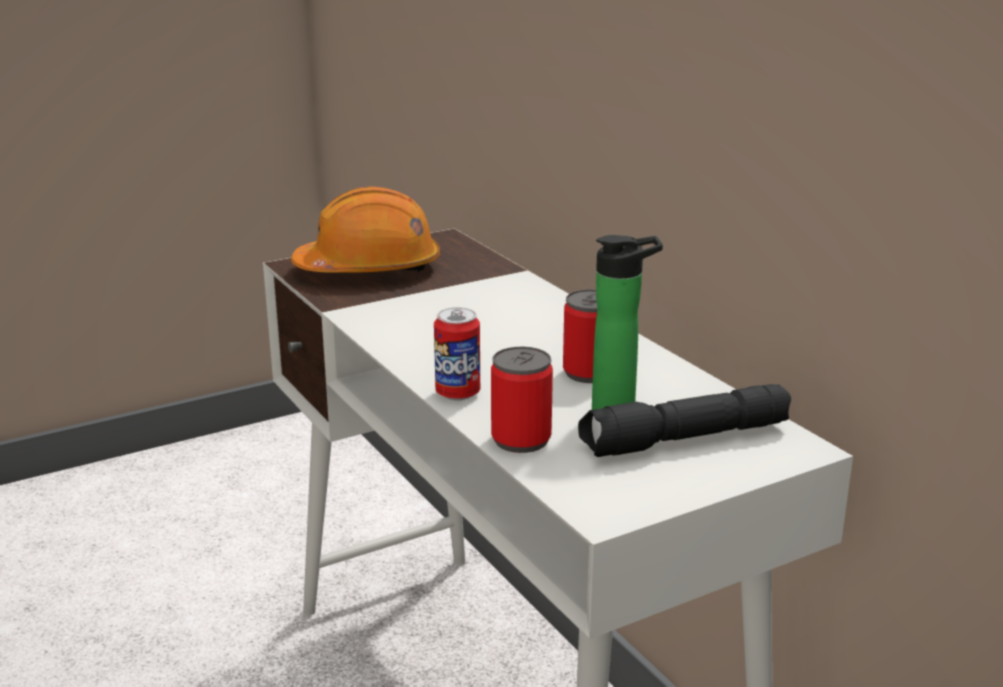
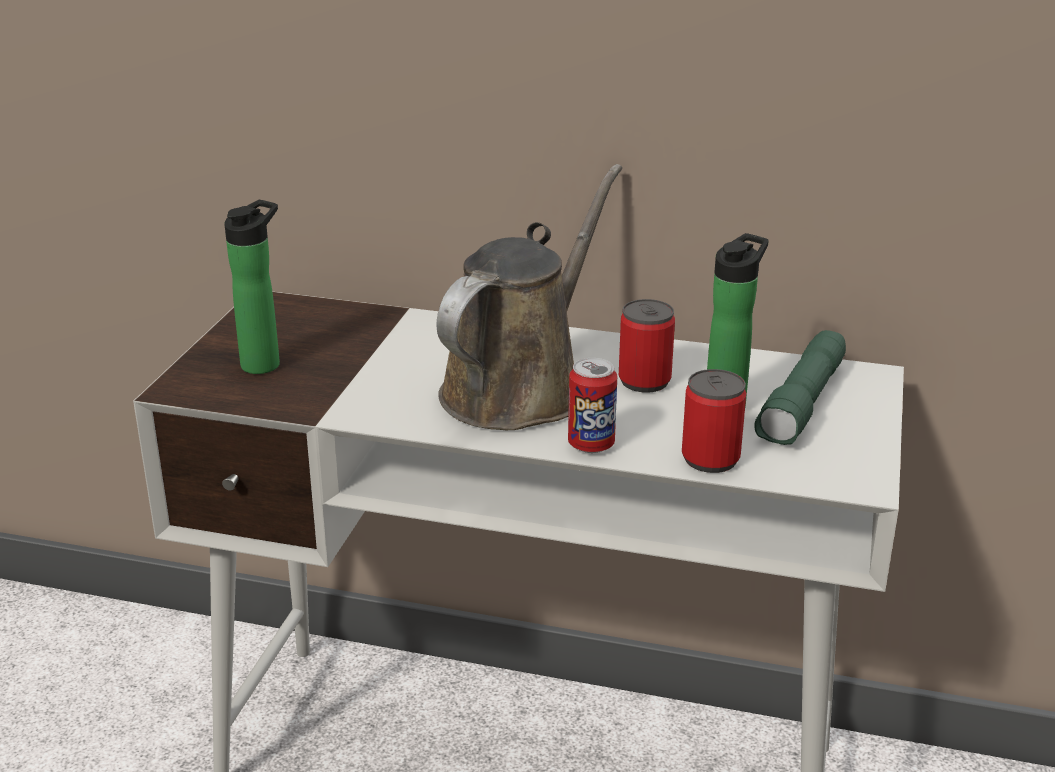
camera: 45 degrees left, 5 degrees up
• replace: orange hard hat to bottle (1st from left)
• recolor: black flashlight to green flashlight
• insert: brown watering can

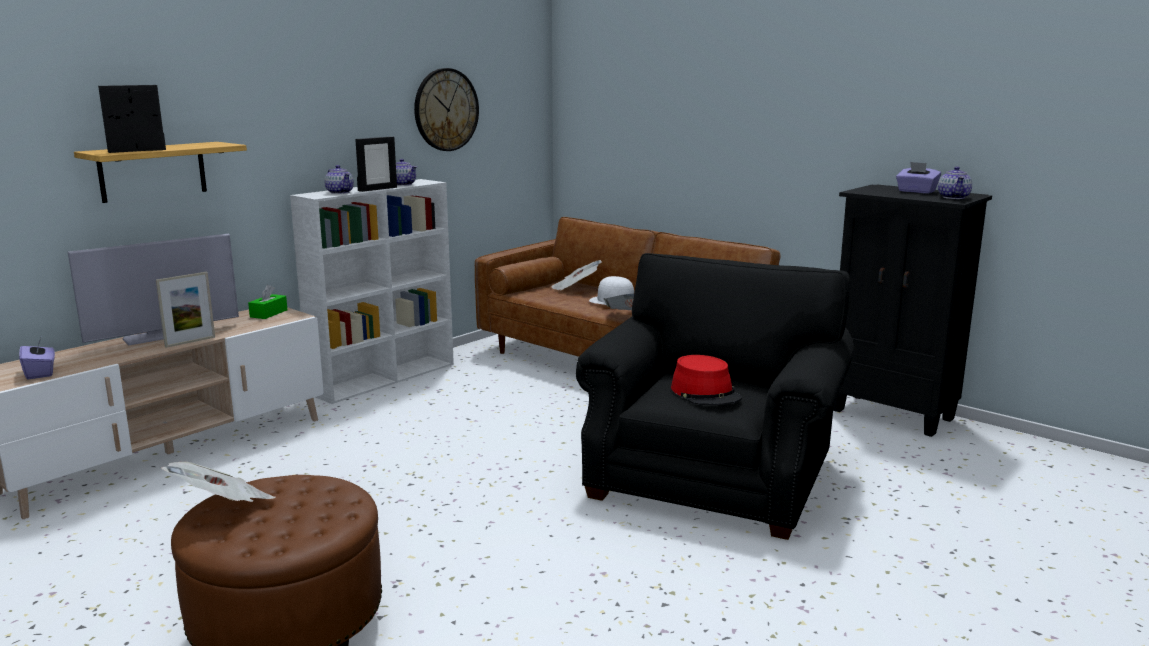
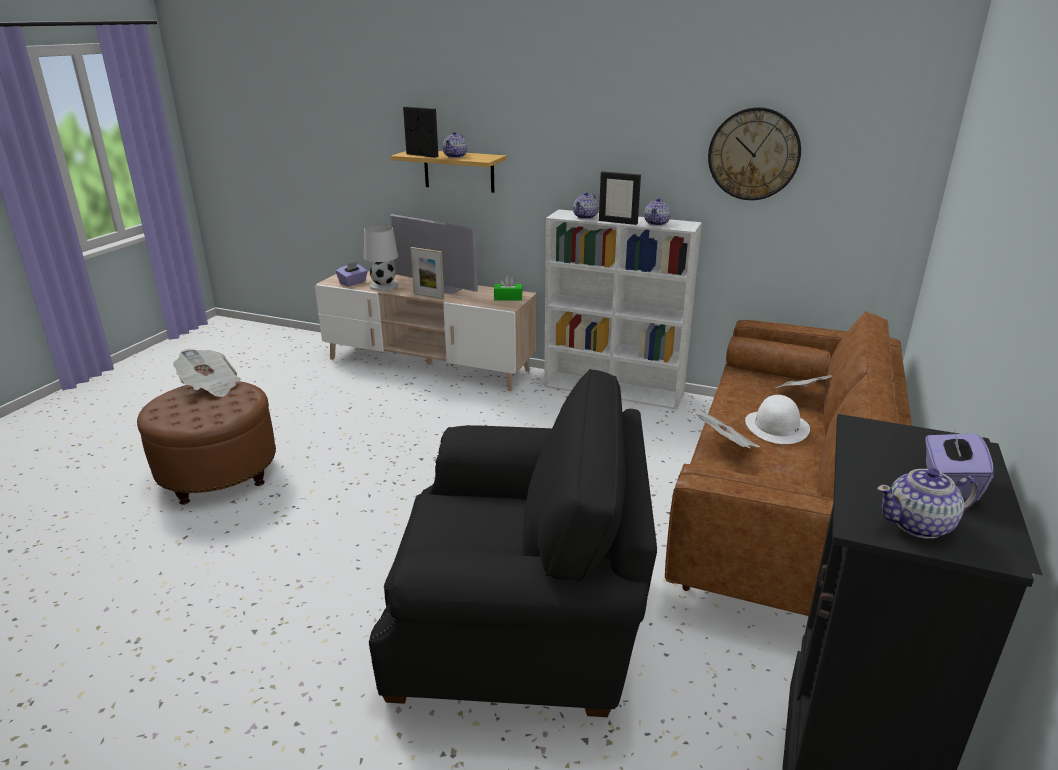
camera: 70 degrees right, 10 degrees up
• delete: red hat
• insert: white table lamp
• insert: teapot (1st from left)

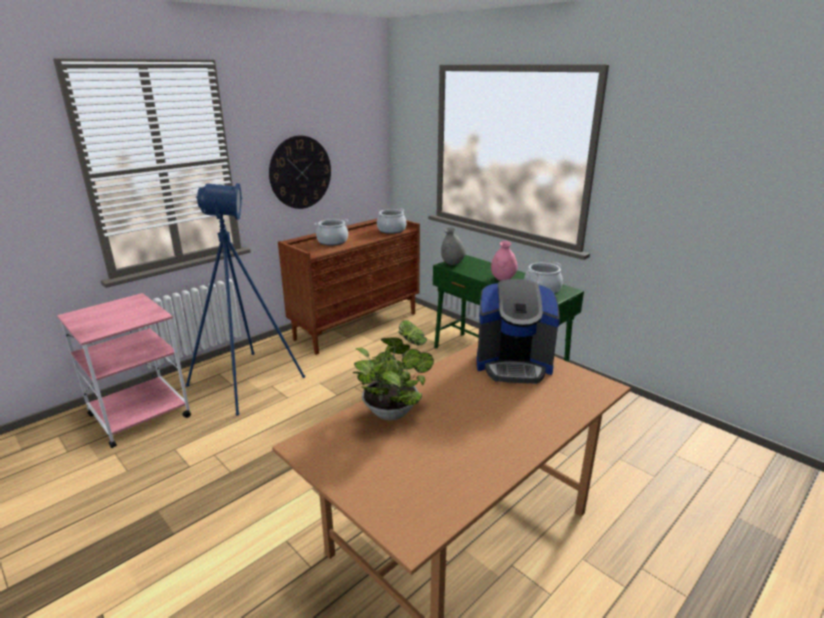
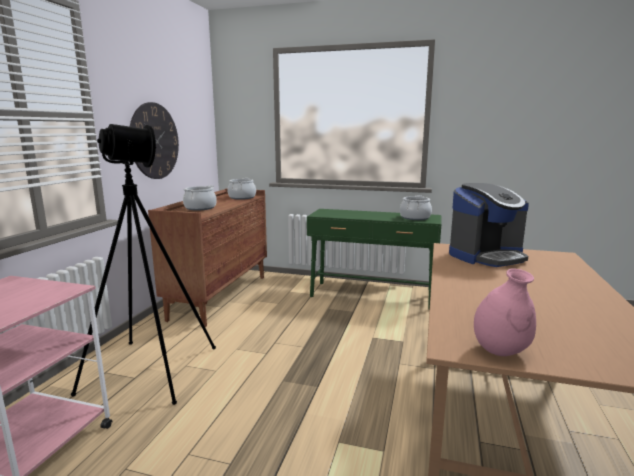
camera: 30 degrees left, 10 degrees down
• recolor: blue floor lamp to black floor lamp
• delete: potted plant
• delete: grey vase
• move: pink vase

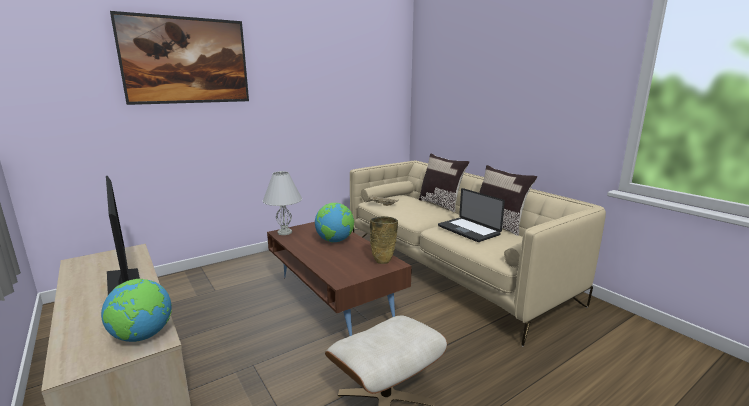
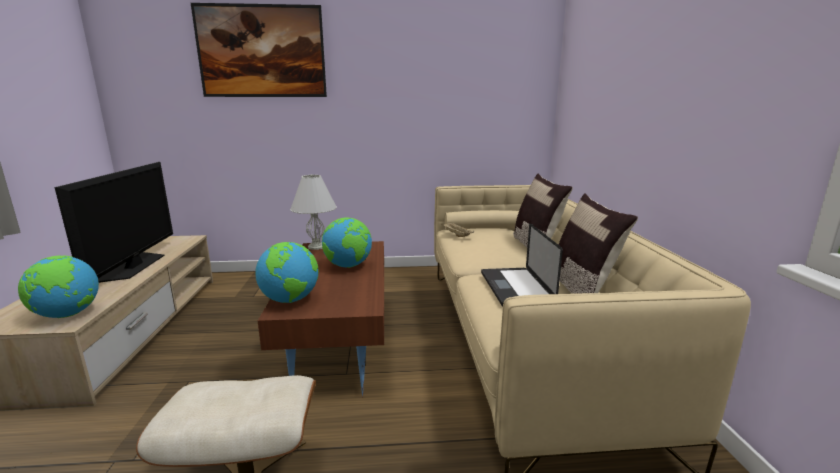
camera: 30 degrees right, 0 degrees up
• delete: beige vase
• insert: globe (2nd from left)

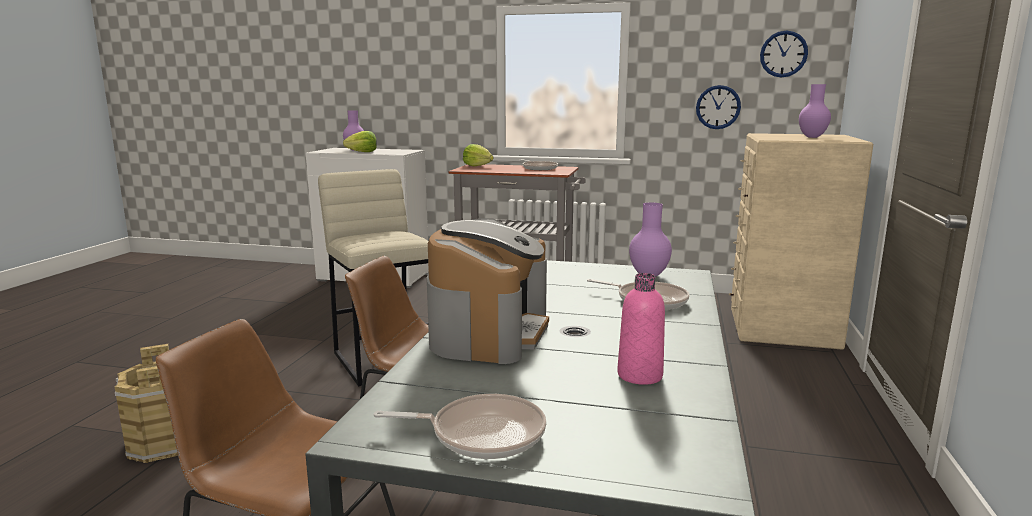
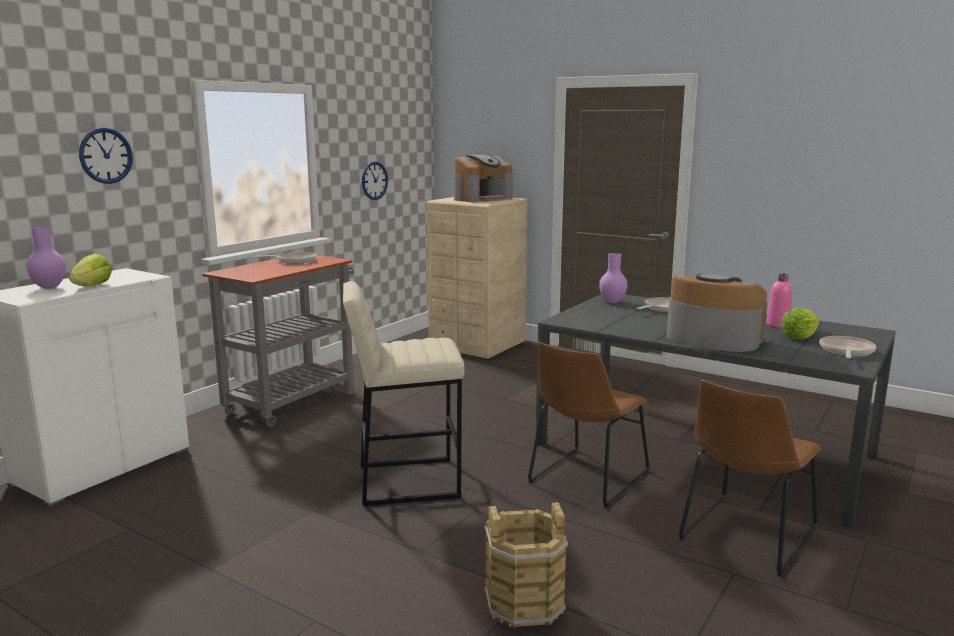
camera: 70 degrees left, 0 degrees up
• move: lettuce (2nd from left)
• move: wall clock (2nd from left in the first image) to wall clock (1st from left)
• replace: purple vase (3rd from left) to coffee machine (1st from left)

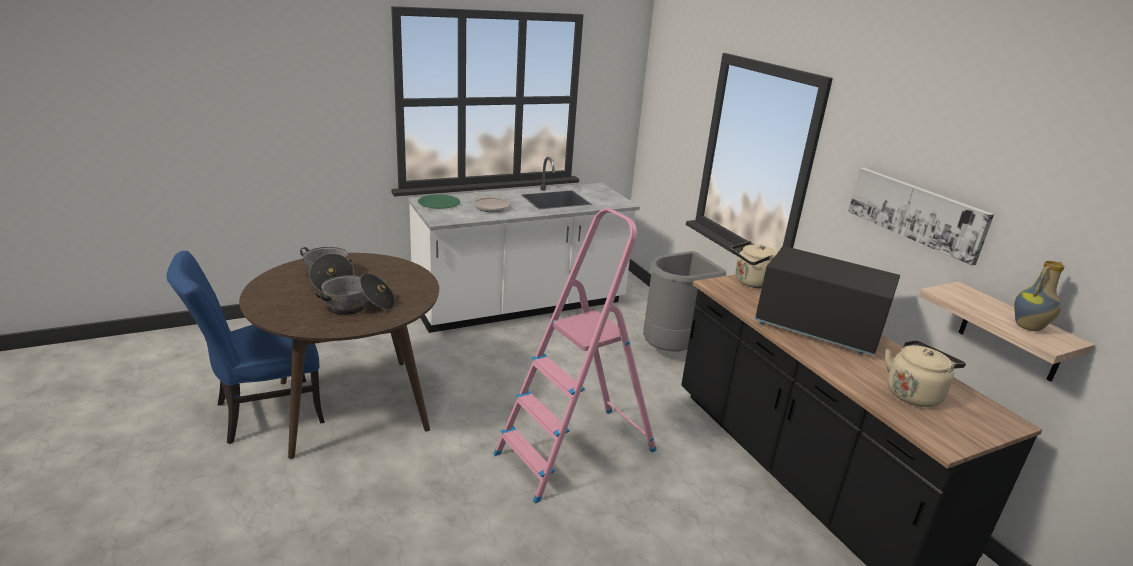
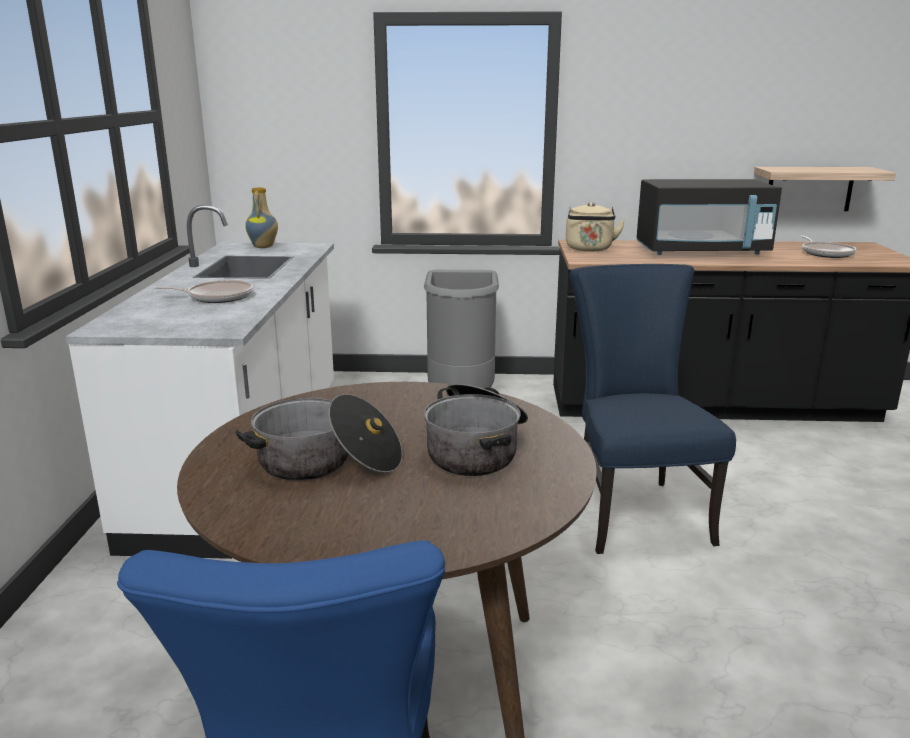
camera: 60 degrees left, 5 degrees down
• delete: green plate
• replace: pink step ladder to blue chair (2nd from left)
• rotate: black microwave 150 degrees counterclockwise
• delete: picture
• replace: beige kettle (2nd from left) to frying pan (2nd from left)
• move: vase

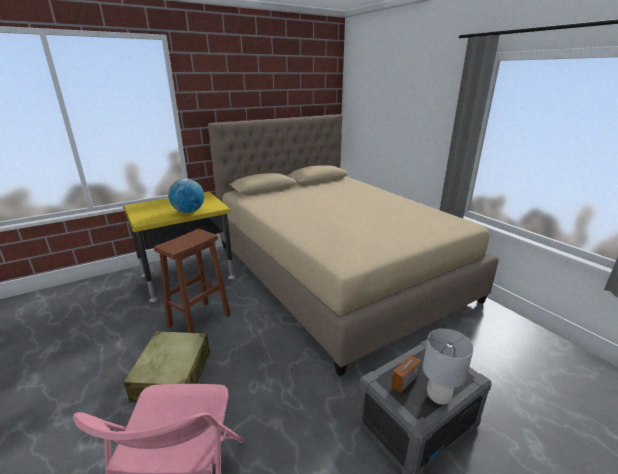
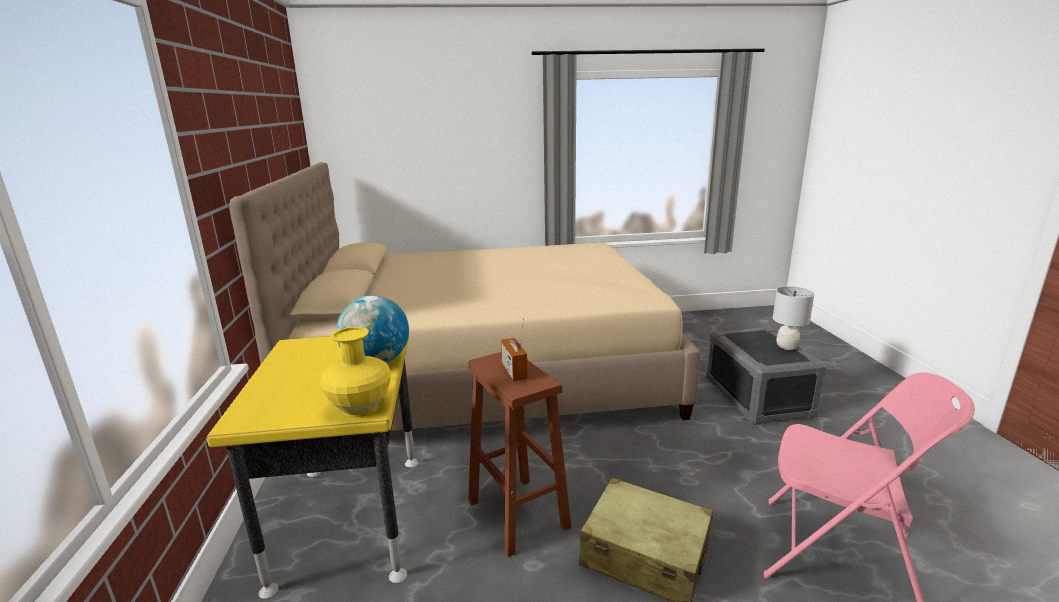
camera: 65 degrees left, 5 degrees down
• move: radio
• insert: yellow vase

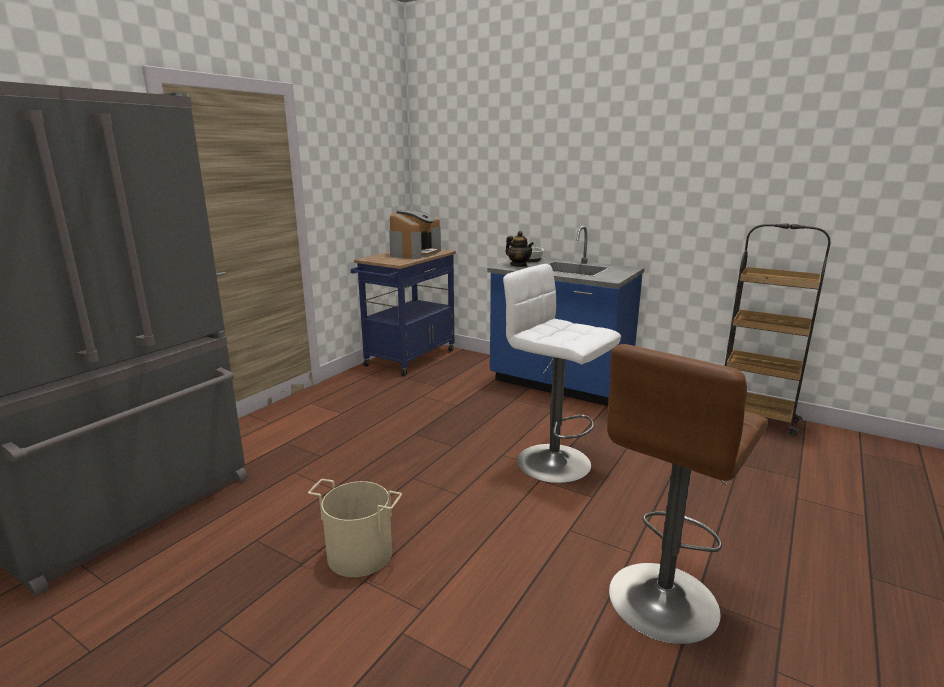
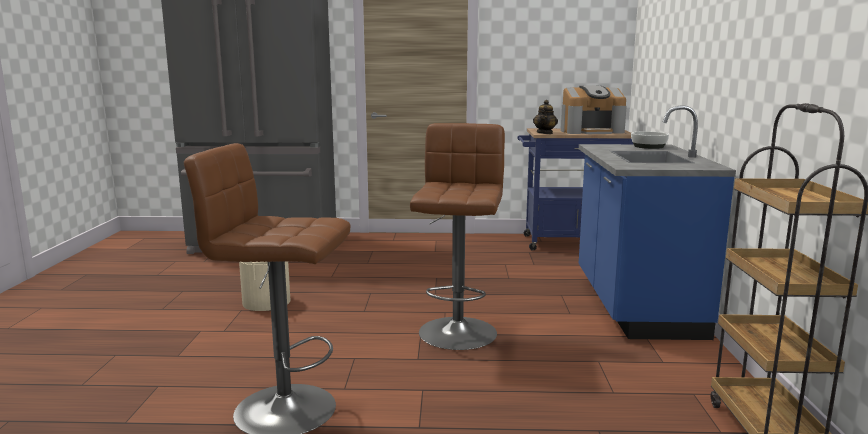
camera: 60 degrees right, 5 degrees down
• recolor: white stool to brown stool (2nd from left)
• move: teapot

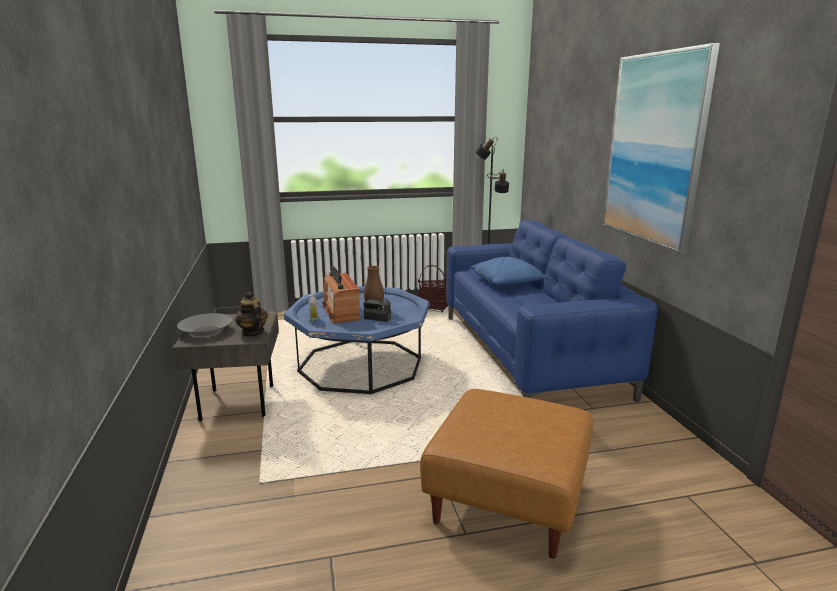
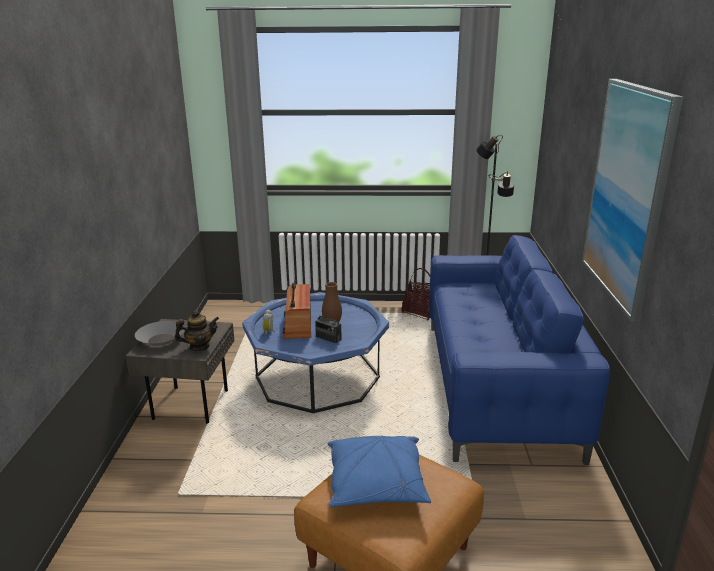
camera: 15 degrees right, 5 degrees up
• rotate: teapot 90 degrees clockwise
• move: blue pillow

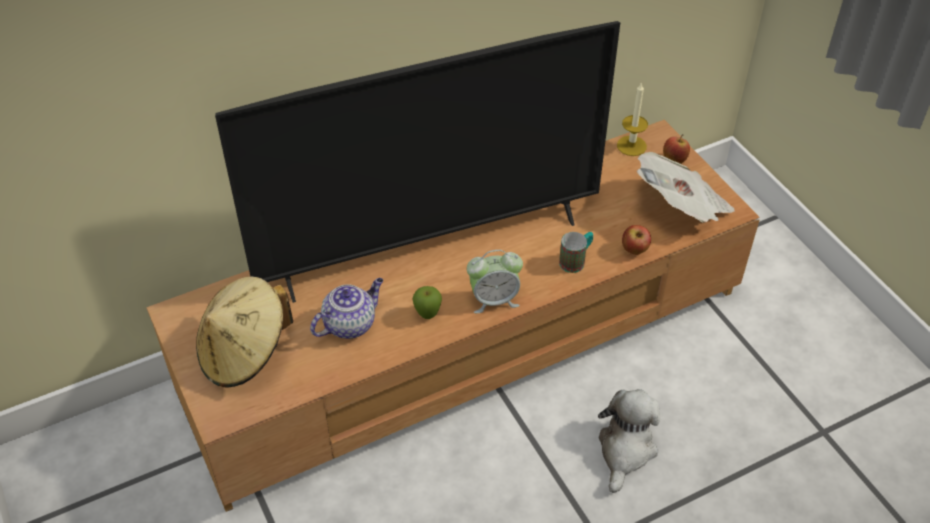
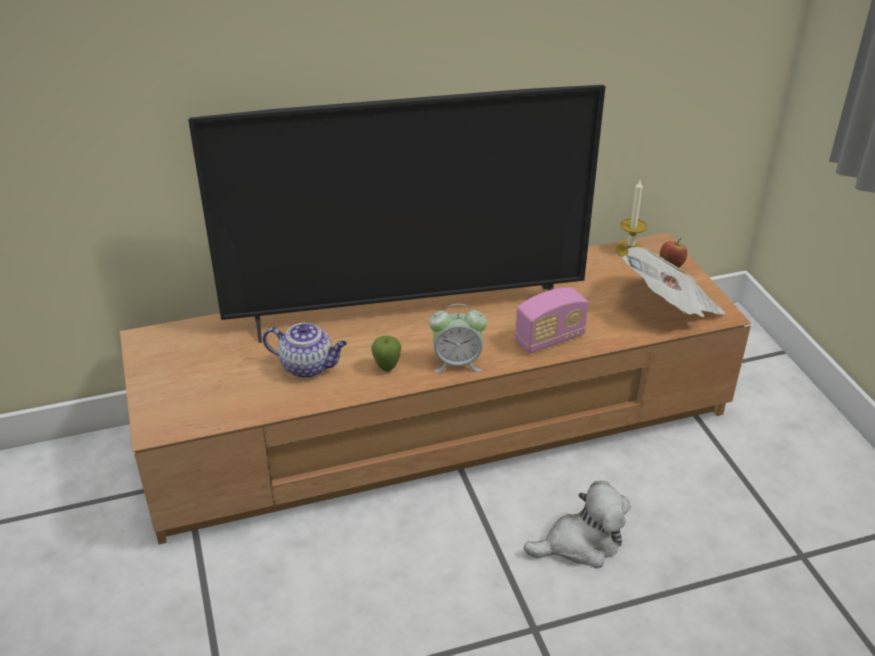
camera: 10 degrees right, 10 degrees down
• delete: beige hat
• rotate: teapot 45 degrees clockwise
• replace: mug to radio
• rotate: plush toy 45 degrees clockwise
• delete: apple (2nd from left)

